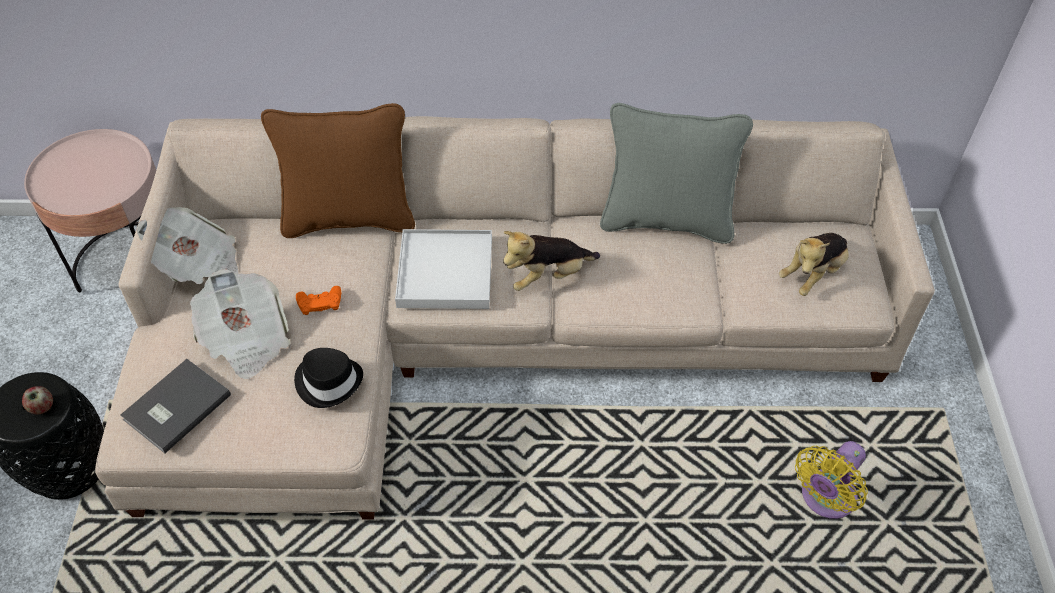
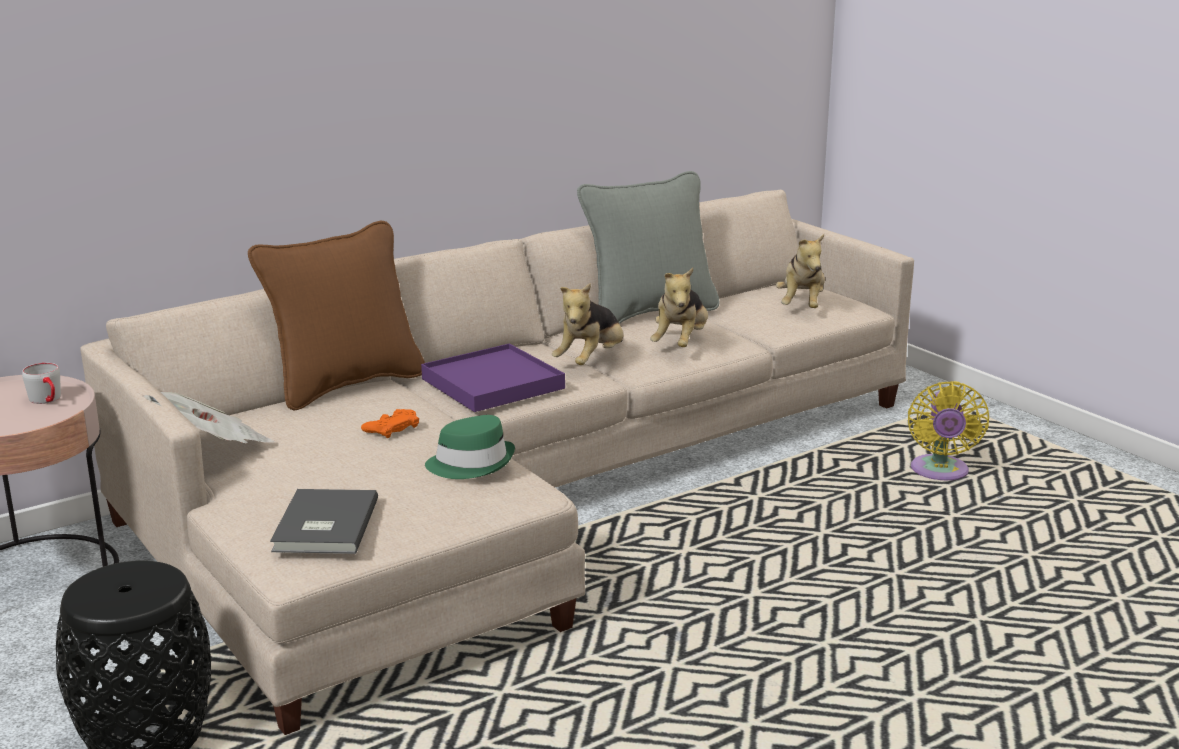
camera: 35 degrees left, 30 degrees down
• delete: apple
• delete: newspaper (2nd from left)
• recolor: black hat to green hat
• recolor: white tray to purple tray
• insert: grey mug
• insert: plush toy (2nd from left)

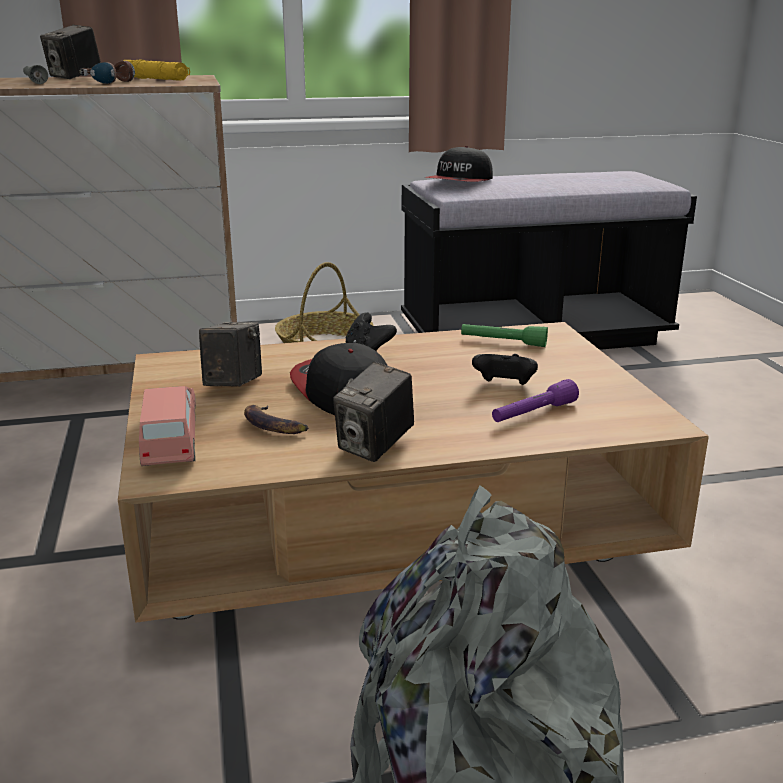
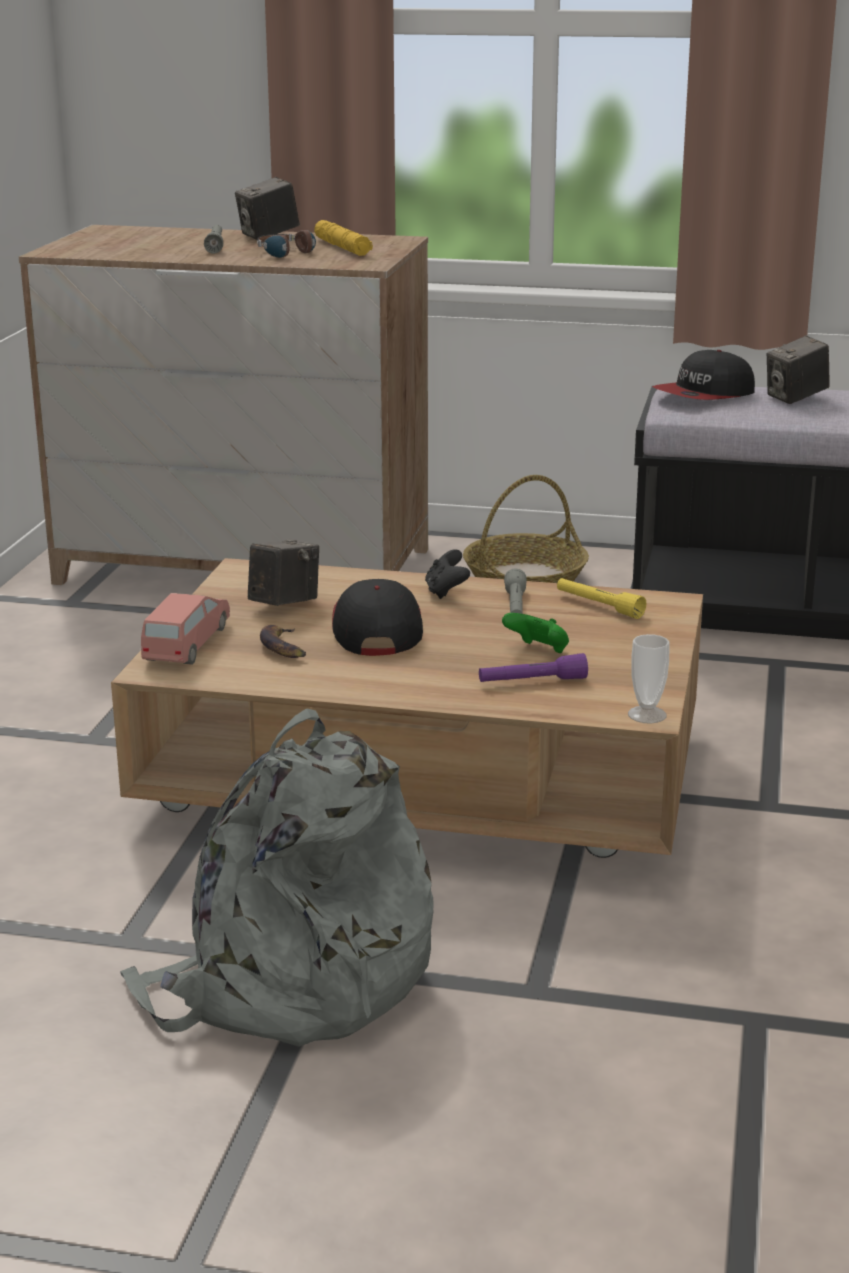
camera: 25 degrees right, 0 degrees up
• move: photo camera (3rd from left)
• recolor: green flashlight to yellow flashlight (2nd from left)
• recolor: black game controller (2nd from left) to green game controller
• insert: grey flashlight (2nd from left)
• insert: cup

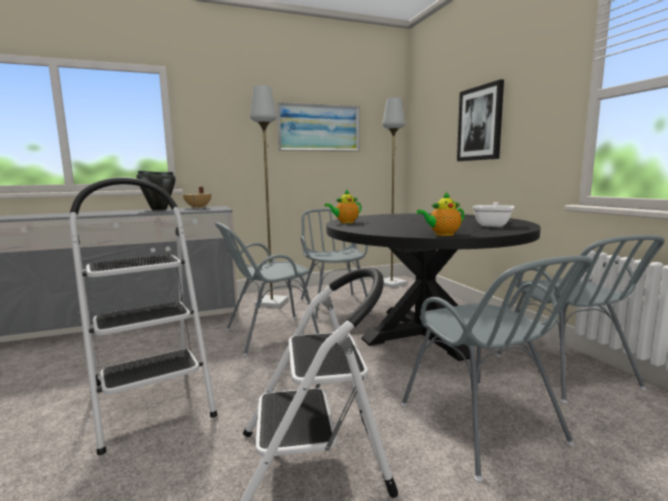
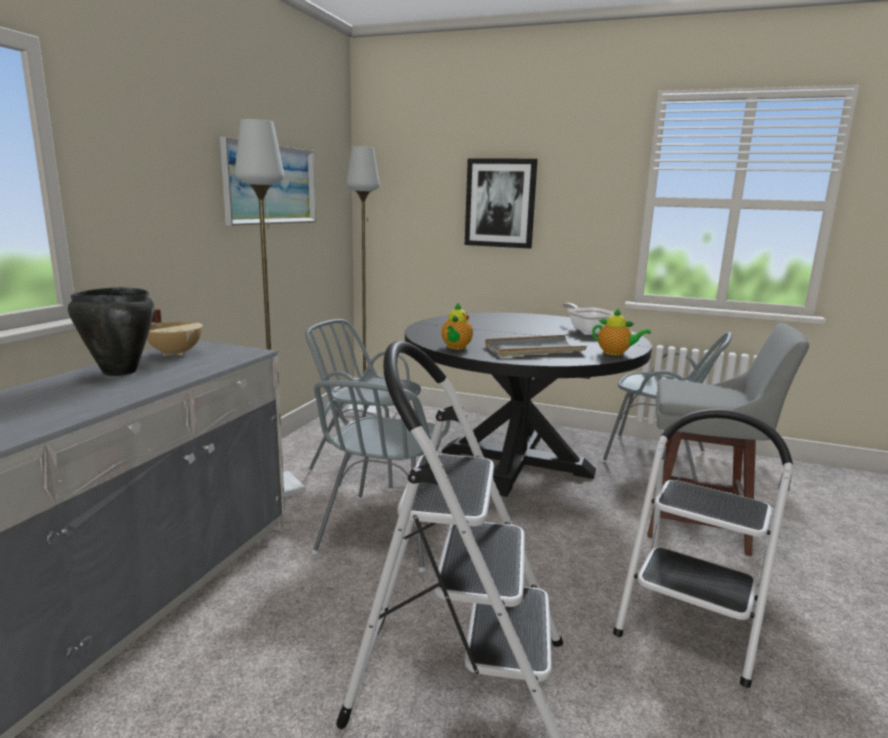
camera: 50 degrees left, 5 degrees up
• replace: grey chair (3rd from left) to grey stool
• rotate: teapot (2nd from left) 90 degrees counterclockwise
• insert: grey tray

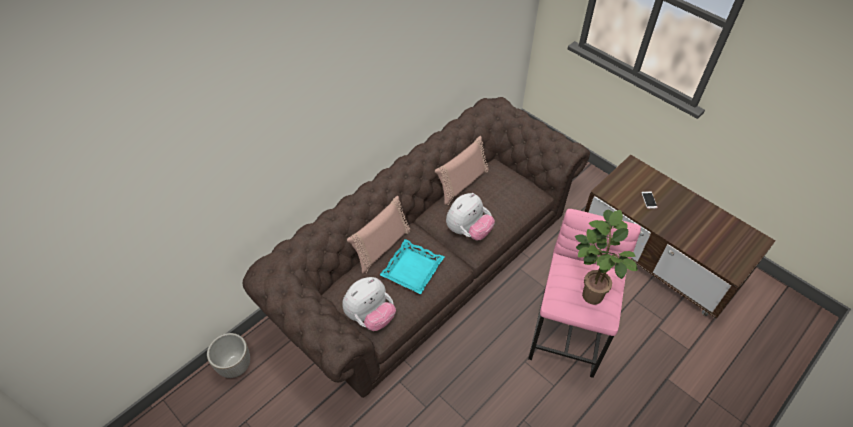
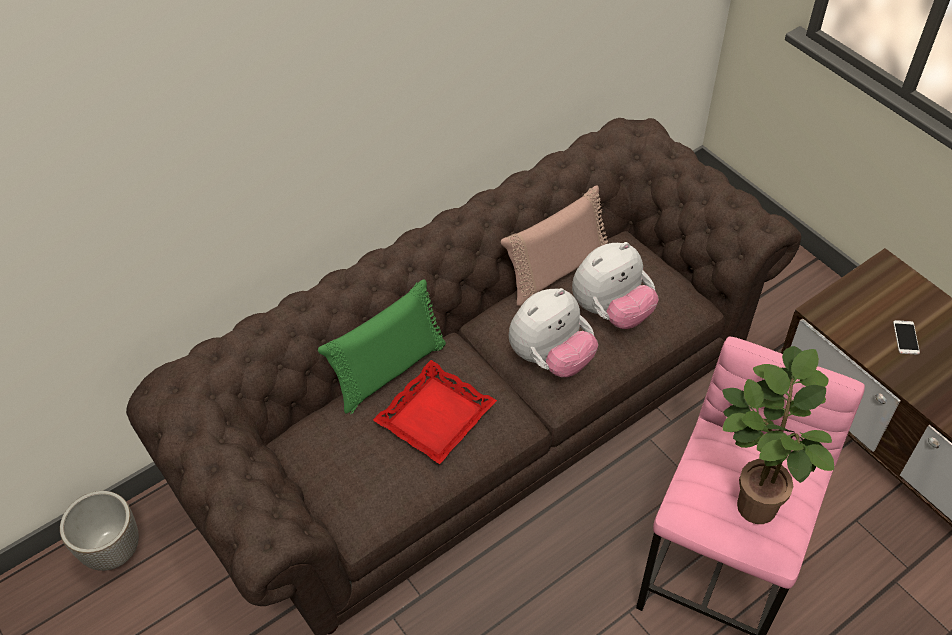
camera: 10 degrees right, 0 degrees up
• move: plush toy (1st from left in the first image) to plush toy (2nd from left)
• recolor: beige pillow (1st from left) to green pillow
• recolor: turquoise tray to red tray

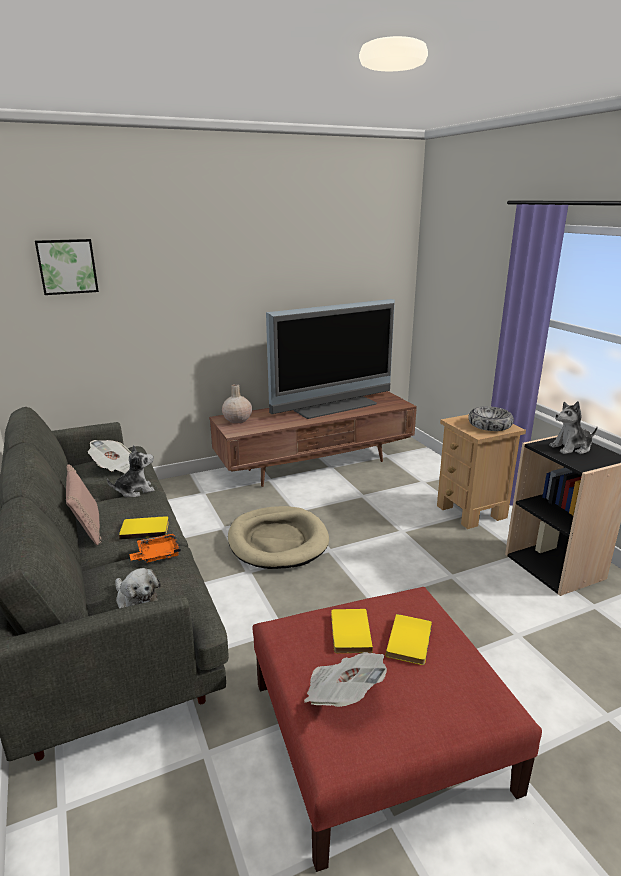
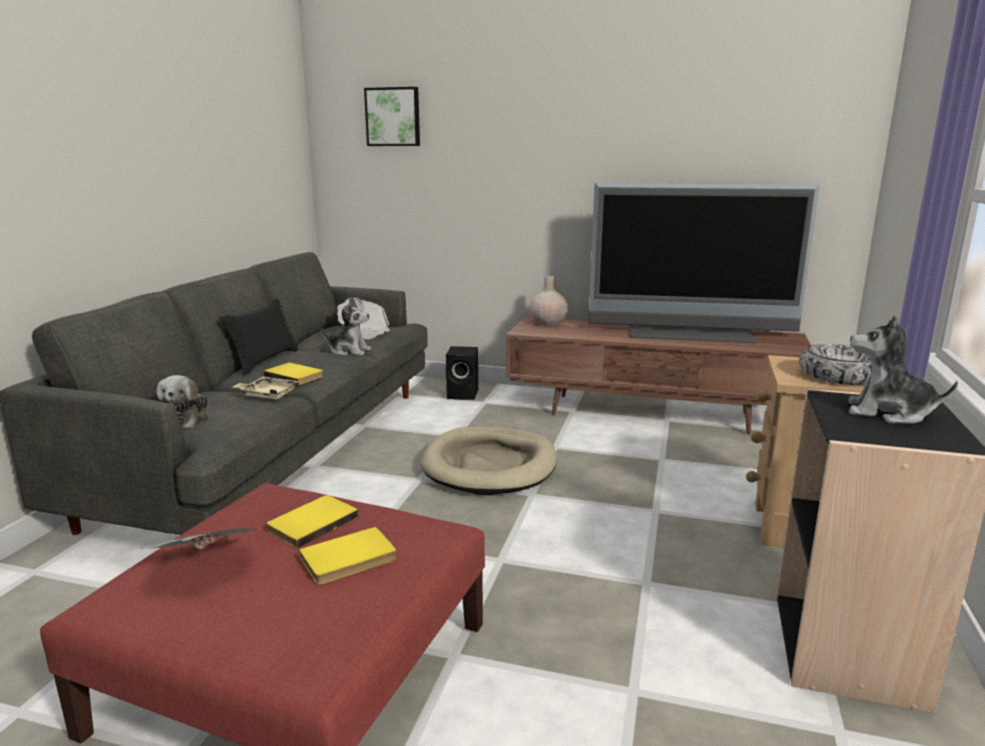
camera: 40 degrees right, 5 degrees down
• recolor: beige pillow to black pillow
• recolor: orange tray to beige tray
• insert: black speaker

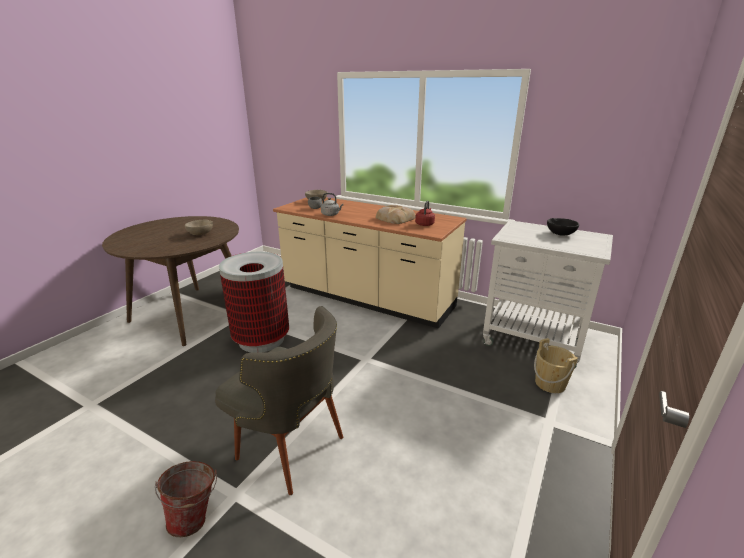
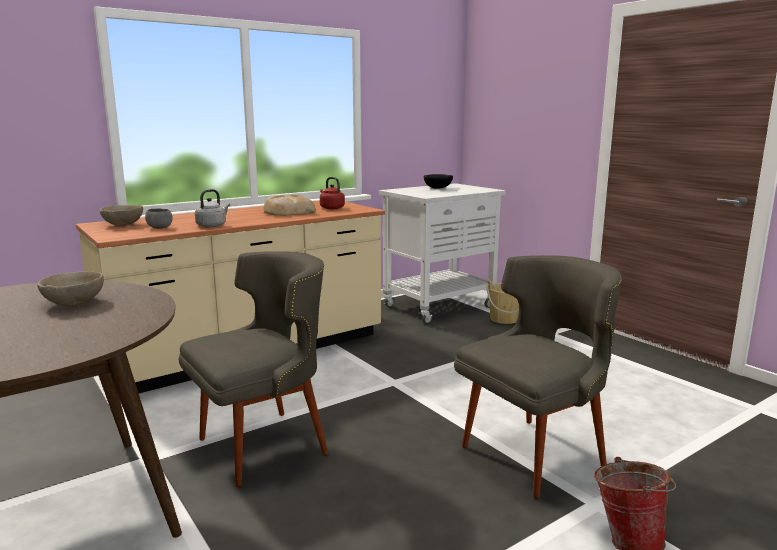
camera: 65 degrees left, 10 degrees down
• replace: trash can to grey chair (1st from left)

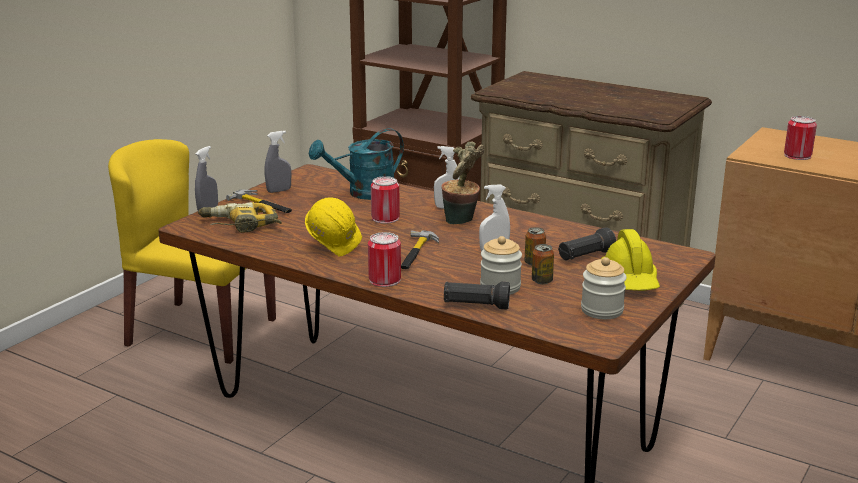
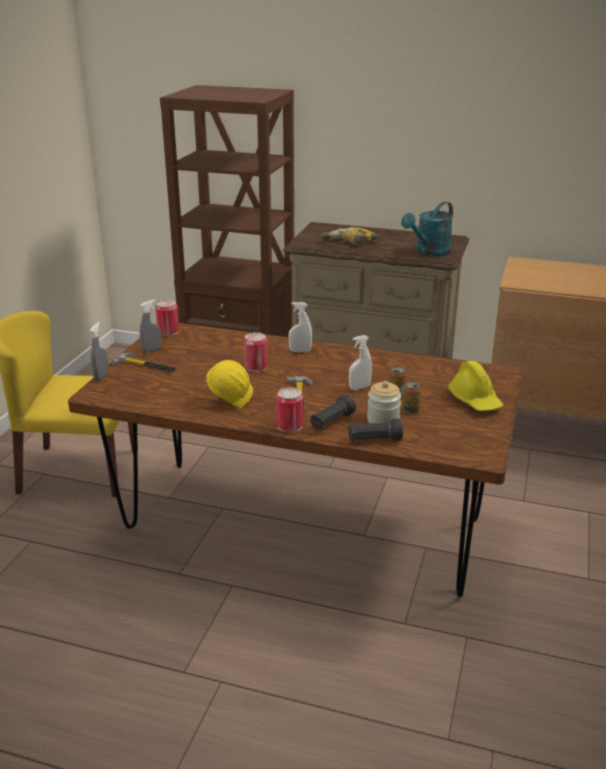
camera: 15 degrees left, 5 degrees up
• move: power drill
• move: turquoise watering can
• delete: potted plant
• move: black flashlight (2nd from left in the first image) to black flashlight (1st from left)
• delete: jar (2nd from left)
• move: can (5th from left in the first image) to can (1st from left)

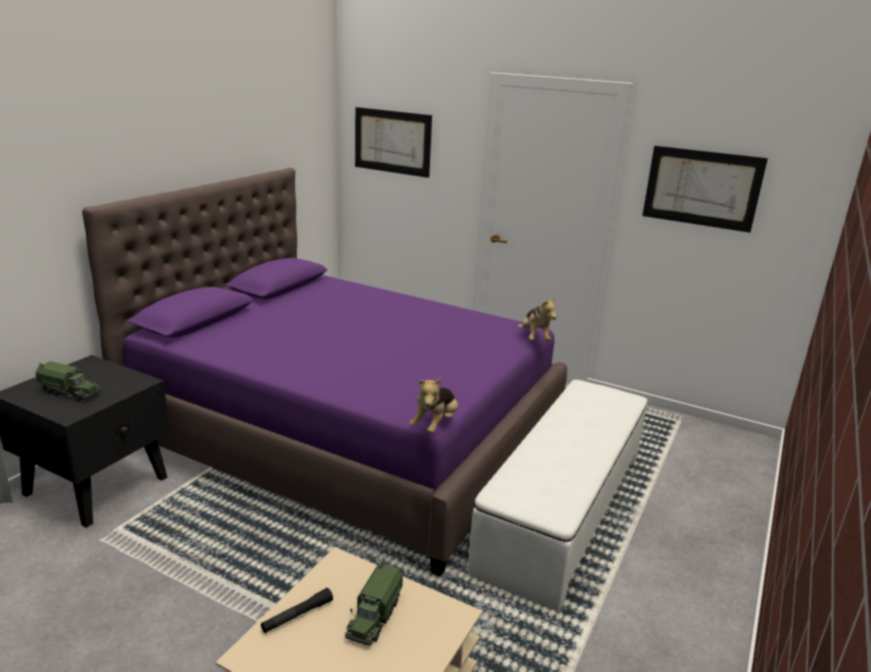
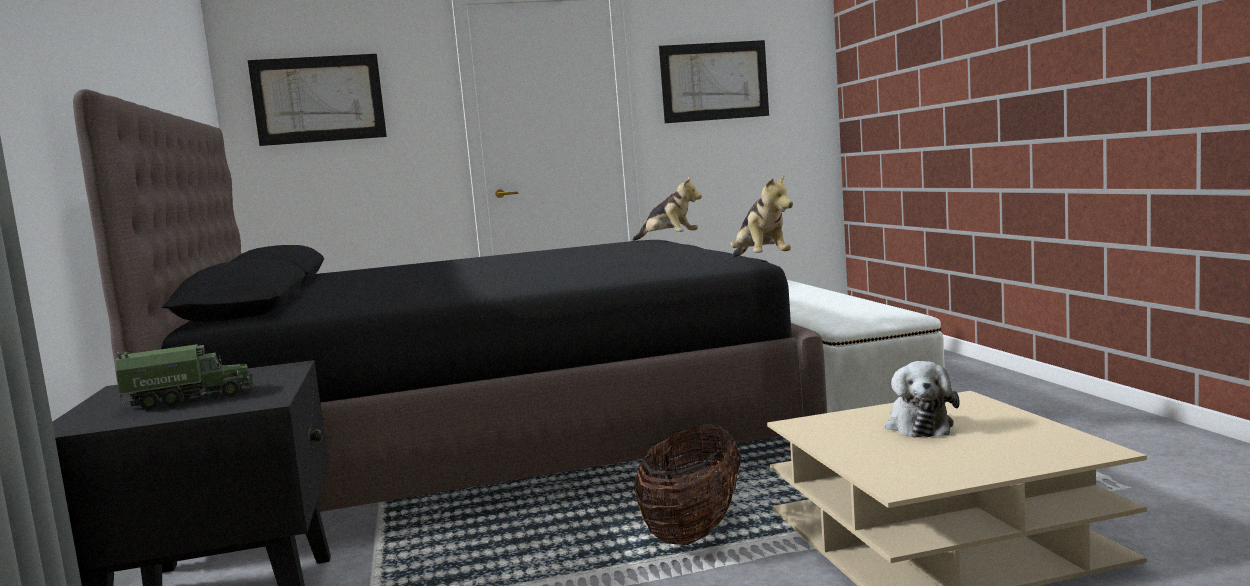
camera: 40 degrees left, 15 degrees down
• recolor: purple bed to black bed
• delete: black flashlight
• replace: toy truck (2nd from left) to plush toy (3rd from left)
• insert: basket

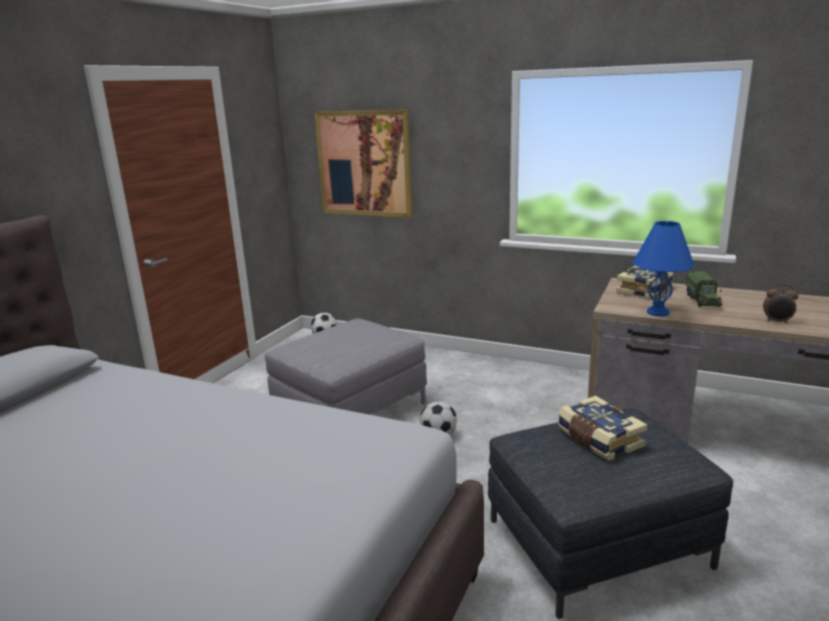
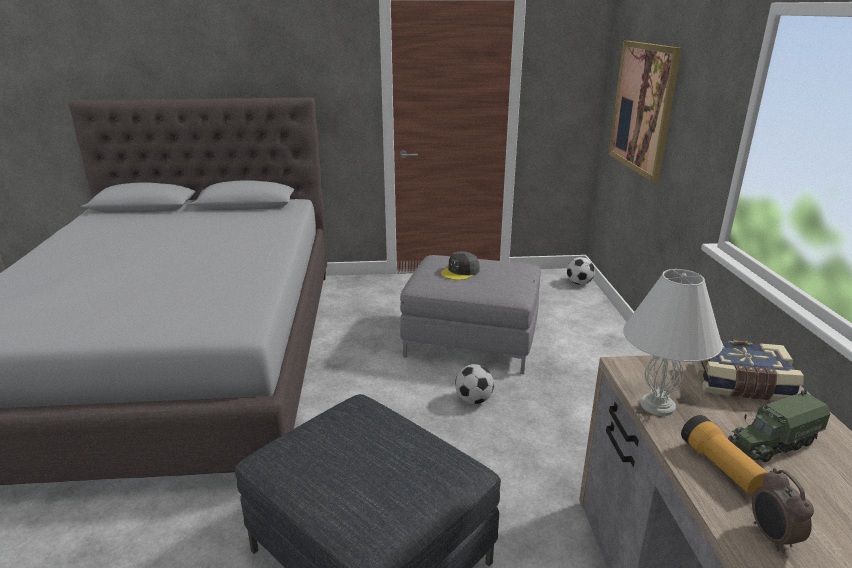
camera: 60 degrees right, 5 degrees up
• delete: book (1st from left)
• recolor: blue table lamp to white table lamp
• insert: grey cap
• insert: flashlight

